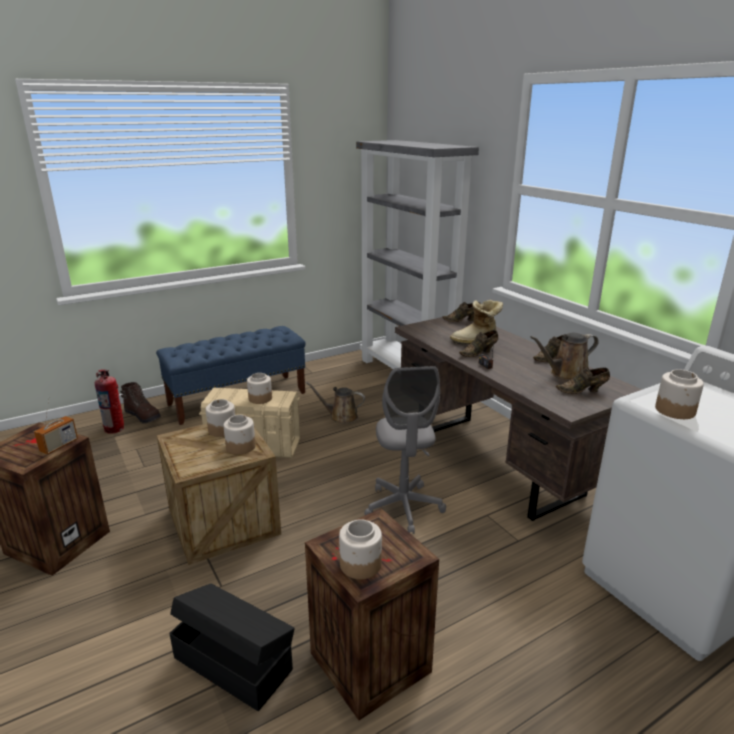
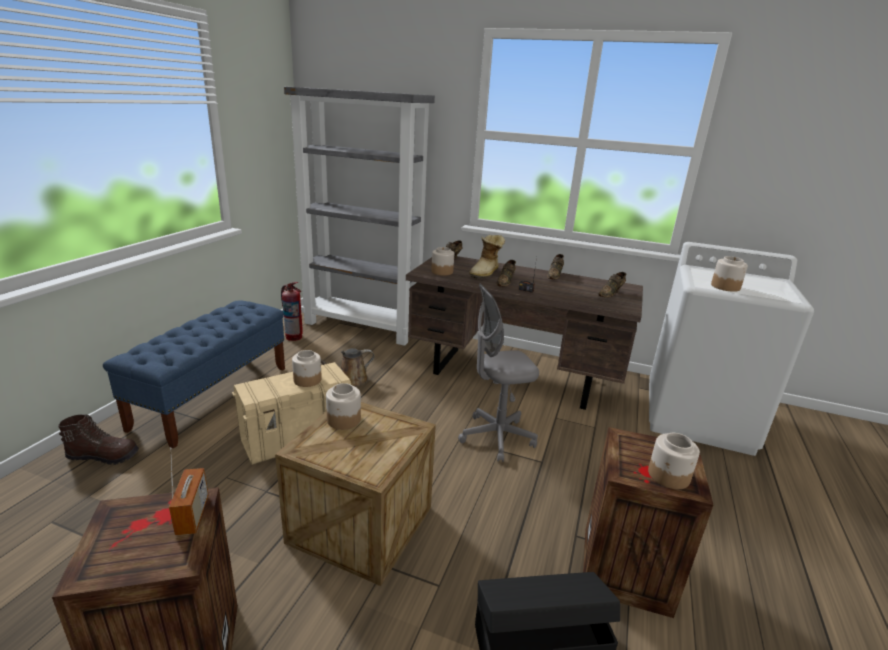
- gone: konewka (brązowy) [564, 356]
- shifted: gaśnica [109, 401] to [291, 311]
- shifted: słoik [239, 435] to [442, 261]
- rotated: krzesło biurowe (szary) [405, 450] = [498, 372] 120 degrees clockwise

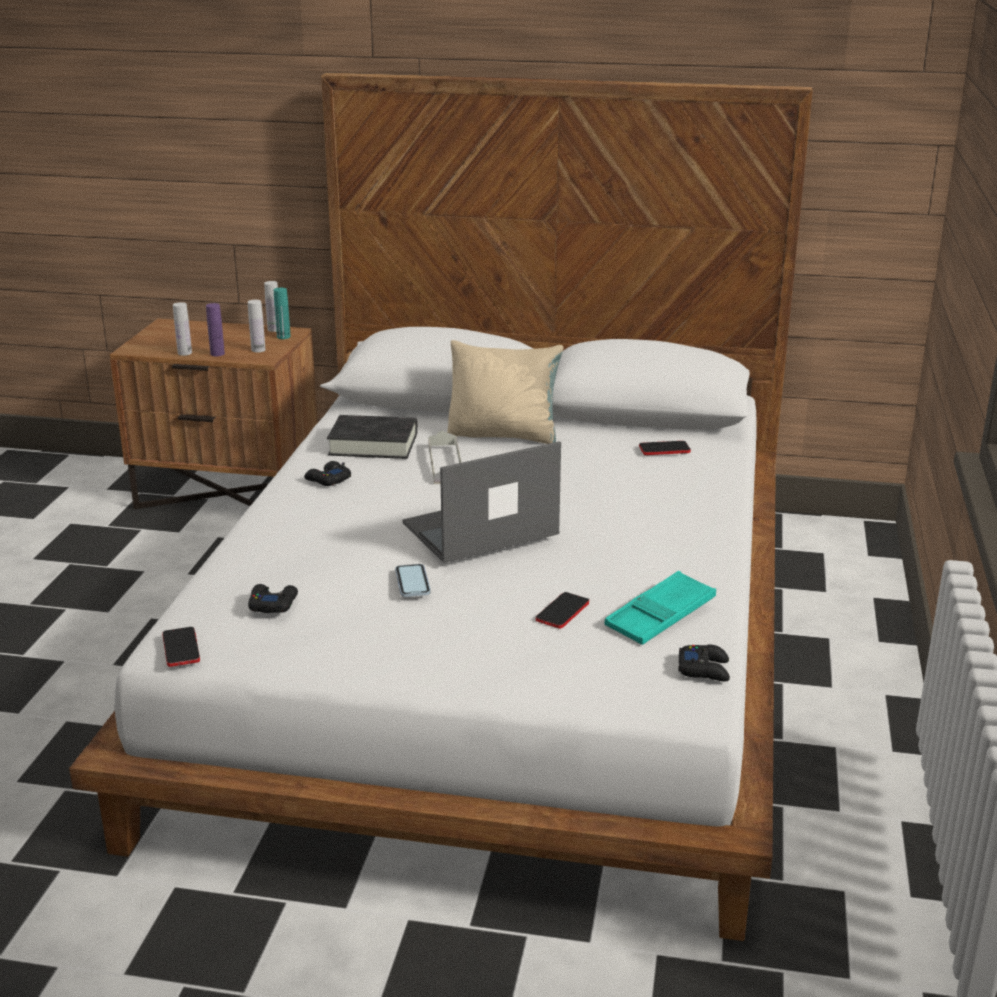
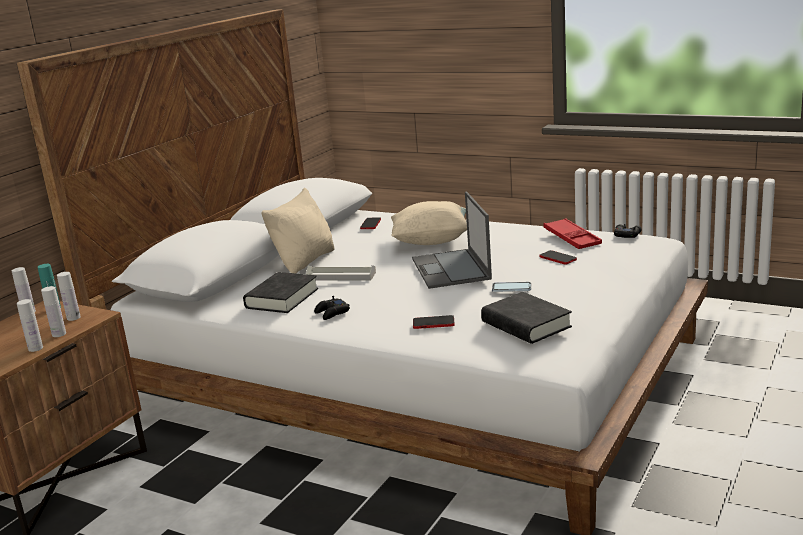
- new: poduszka (beżowy) [429, 223]
- shifted: telefon [181, 647] to [434, 322]
- swapped: pad do gier (czarny) [273, 598] to książka (czarny) [526, 318]
- repainted: butelka (fioletowy) [215, 329] to butelka (biały) [53, 311]
- repainted: taca (turkusowy) [660, 608] to taca (czerwony) [572, 233]

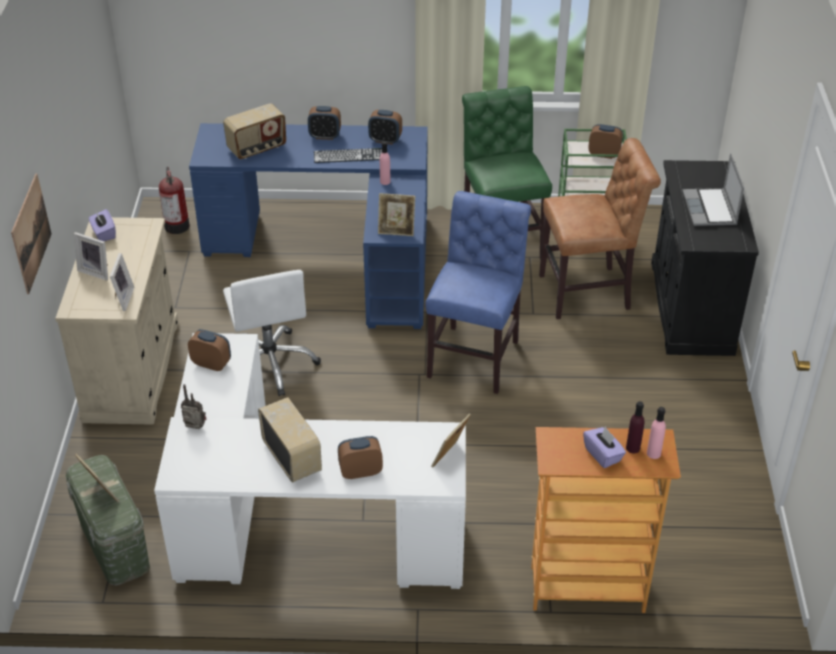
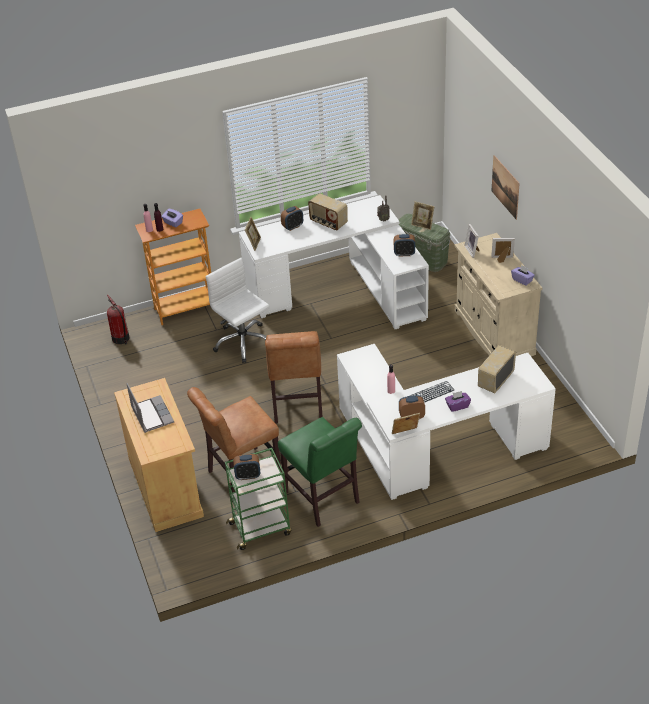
- shifted: gaśnica [174, 200] to [118, 320]
- shifted: krzesło biurowe (biały) [272, 333] to [238, 310]
- shifted: ramka na zdjęcie [396, 214] to [406, 423]
- swapped: budzik [324, 123] to pudełko chusteczek (fioletowy) [458, 401]
- repainted: biurko (niebieski) [308, 226] to biurko (biały) [446, 422]
- repainted: krzesło (niebieski) [478, 292] to krzesło (brązowy) [294, 377]
- repainted: szafka (czarny) [705, 258] to szafka (beżowy) [159, 455]

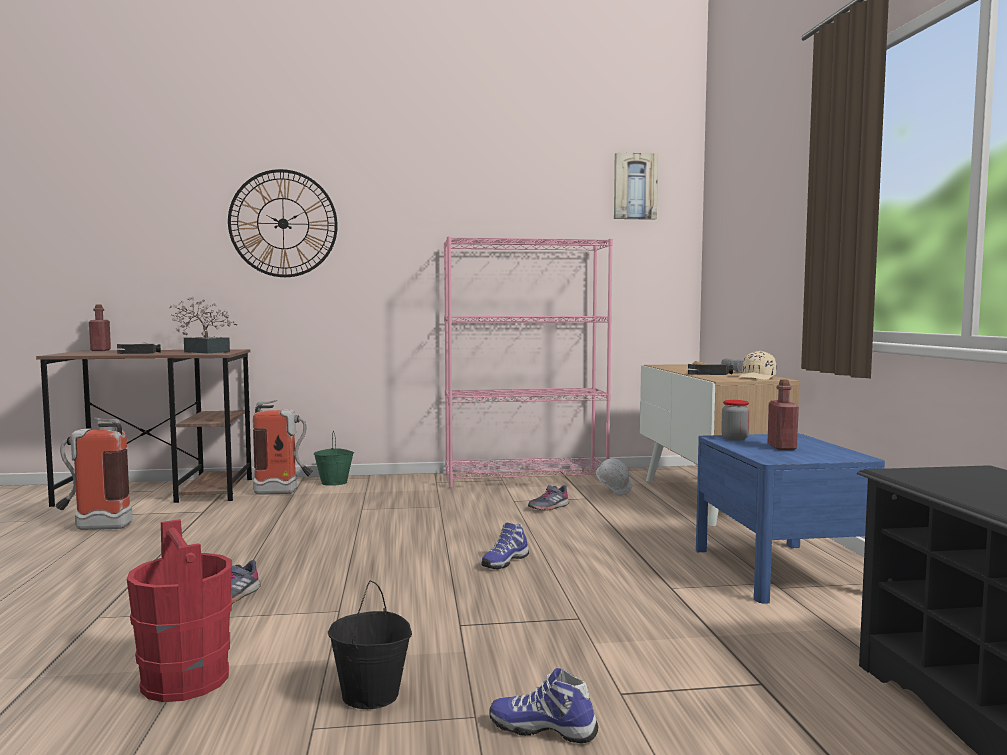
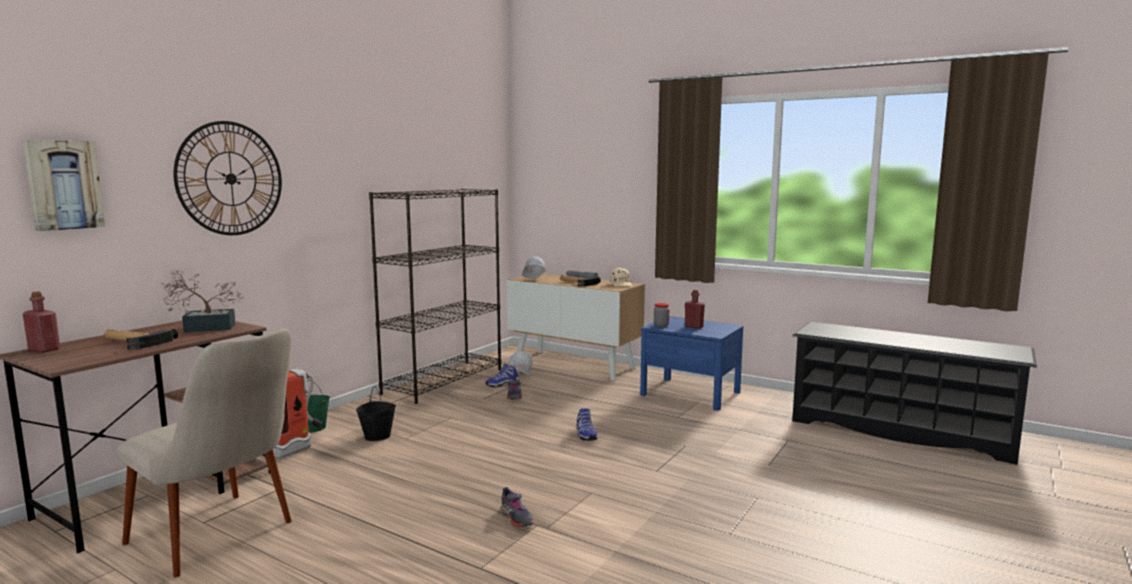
- gone: wiadro (czerwony) [179, 610]
- new: kask (biały) [534, 268]
- shifted: wiadro (czarny) [370, 644] to [376, 413]
- shifted: but [543, 705] to [502, 375]
- shifted: obraz [636, 186] to [64, 185]
- swapped: gaśnica [94, 473] to krzesło (beżowy) [203, 453]
- repainted: regał (różowy) [528, 362] to regał (czarny) [435, 296]

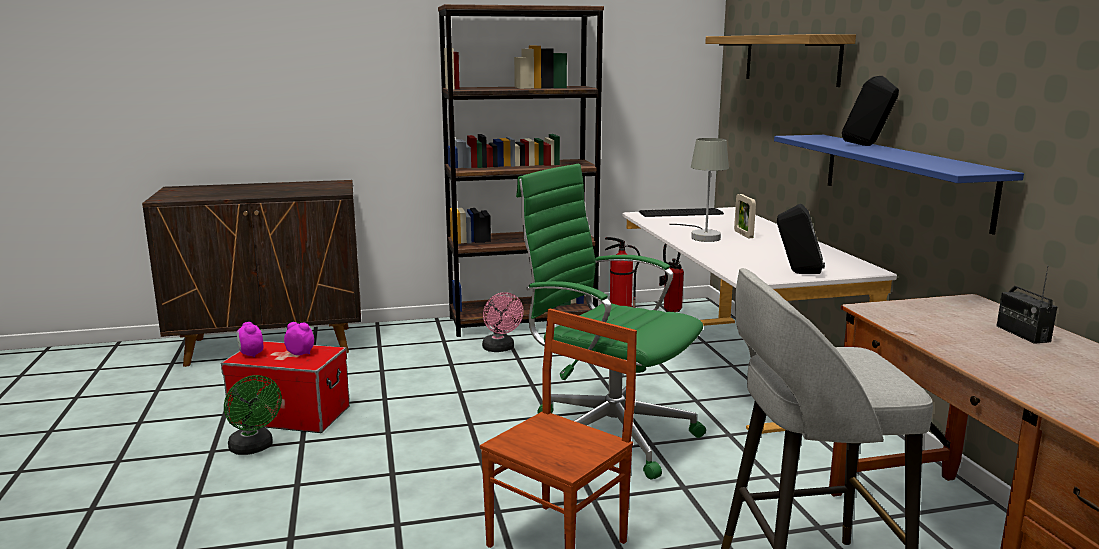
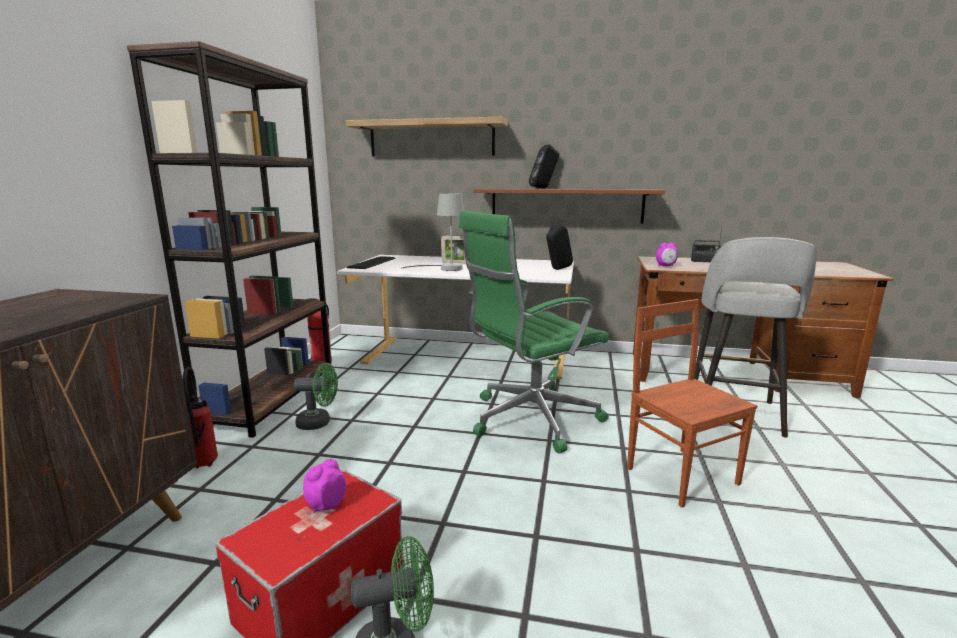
- shifted: budzik [250, 339] to [667, 254]
- shifted: gaśnica [671, 278] to [200, 417]
- repainted: wentylator (różowy) [503, 322] to wentylator (zielony) [316, 396]
- repainted: półka (niebieski) [899, 185] to półka (brązowy) [569, 206]

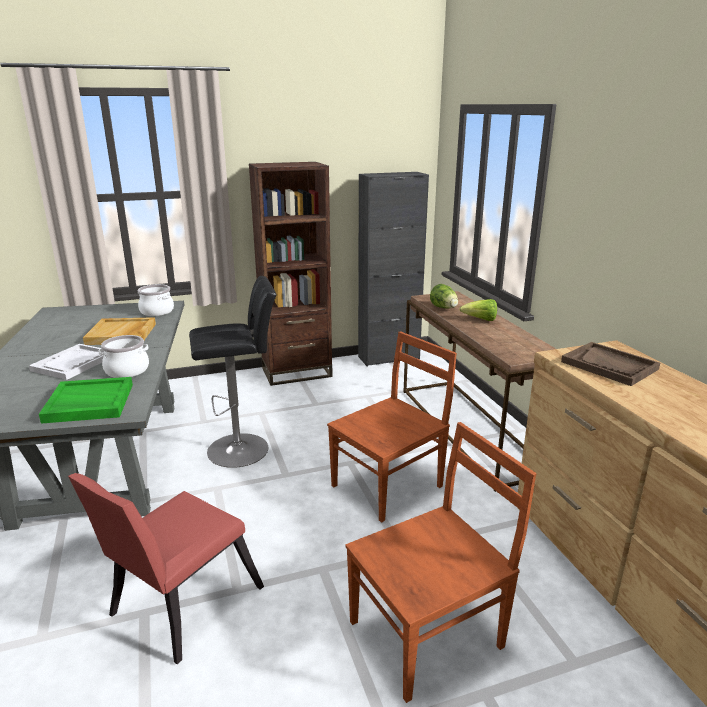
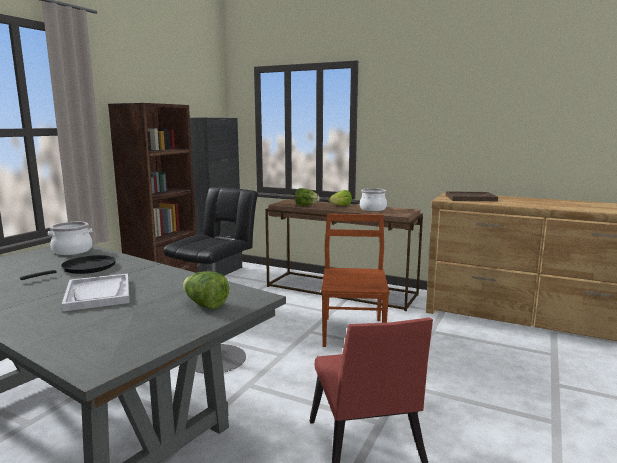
- gone: krzesło (brązowy) [440, 562]
- shifted: garnek [124, 356] to [373, 199]
- swapped: taca (zielony) [86, 400] to sałata [206, 290]
- swapped: taca (beżowy) [119, 331] to patelnia (czarny) [68, 267]

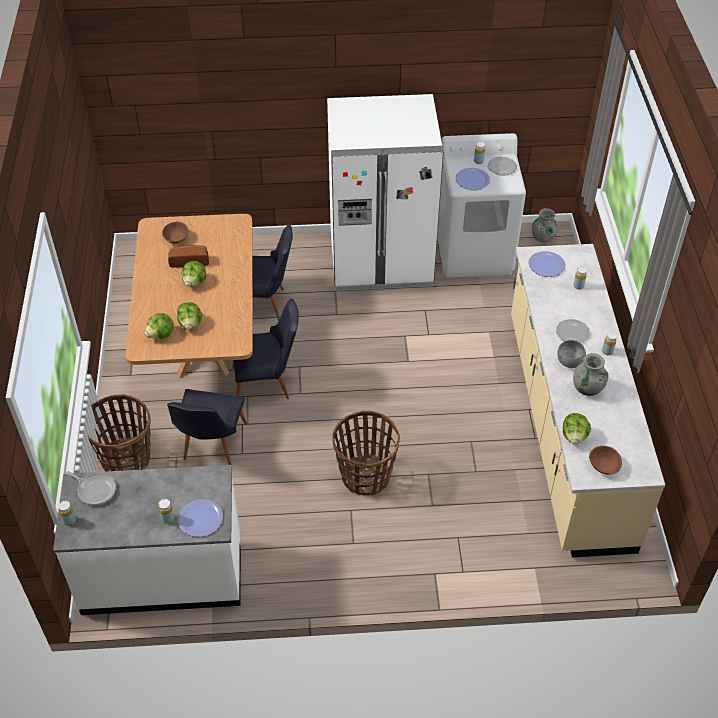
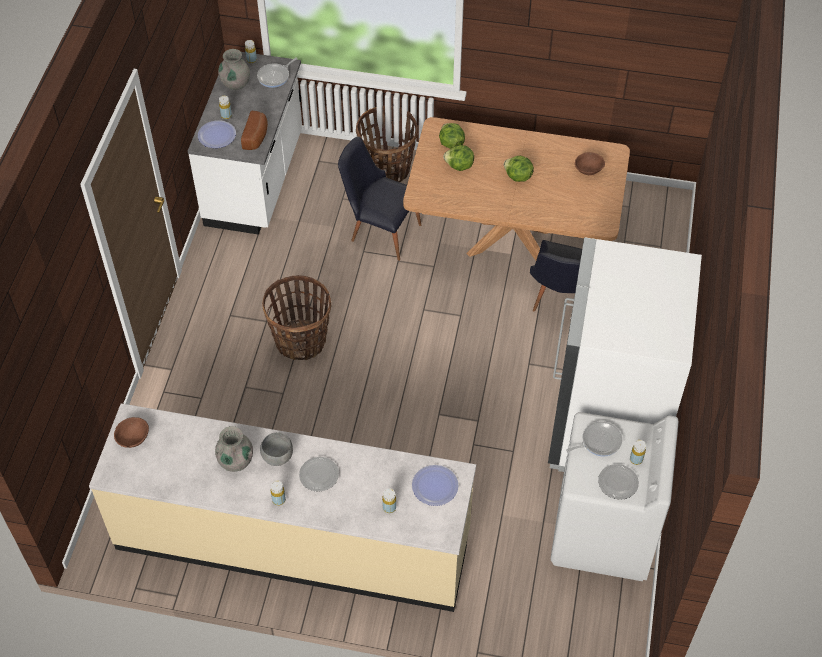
- gone: krzesło (czarny) [266, 349]
- gone: sałata [577, 429]
- shifted: chleb [188, 256] to [254, 130]
- shifted: wazon (szary) [545, 225] to [234, 69]
- swapped: talerz [473, 179] to patelnia [594, 439]

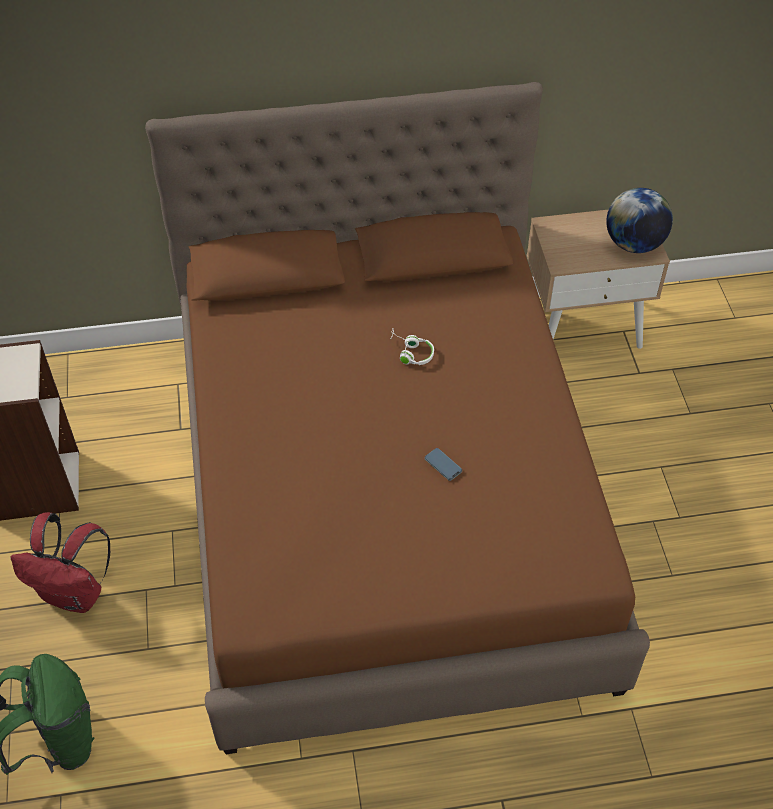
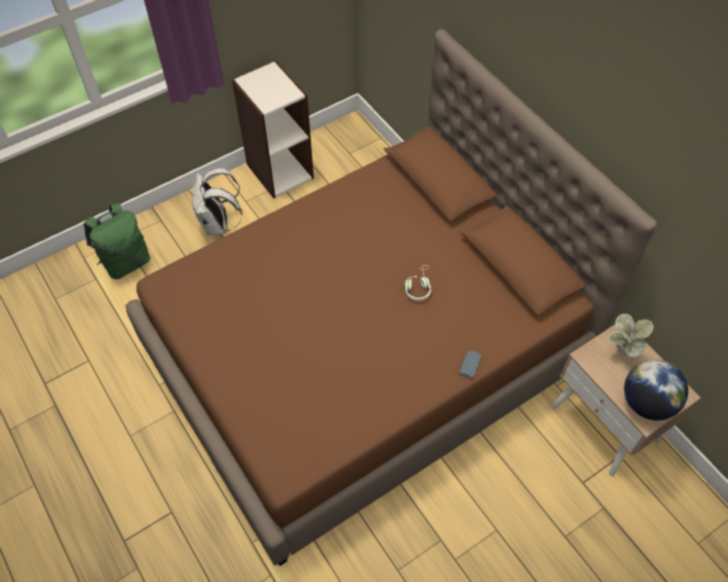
- new: roślina doniczkowa [631, 335]
- shifted: telefon [443, 464] to [470, 364]
- repainted: plecak (czerwony) [60, 562] to plecak (biały) [217, 201]

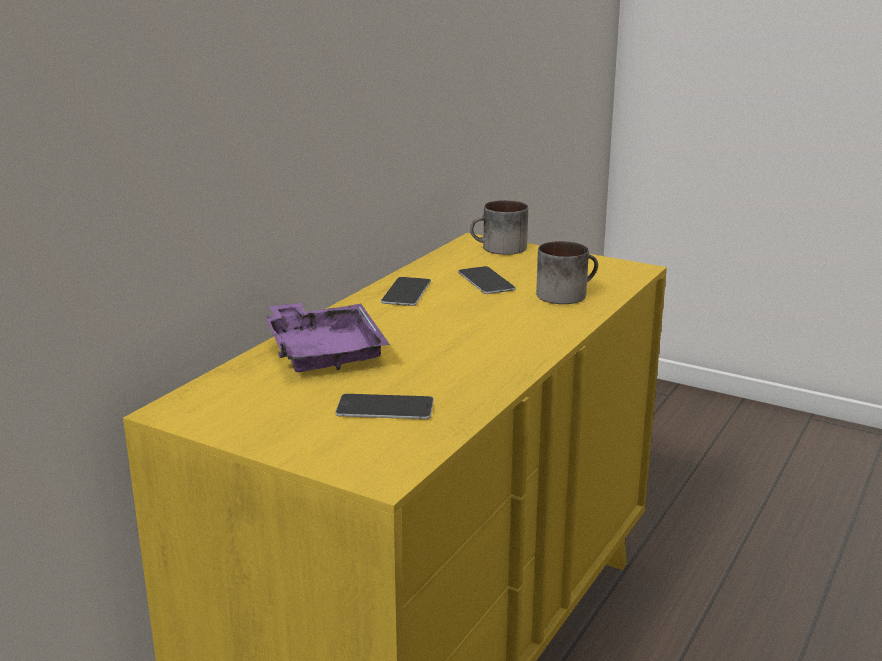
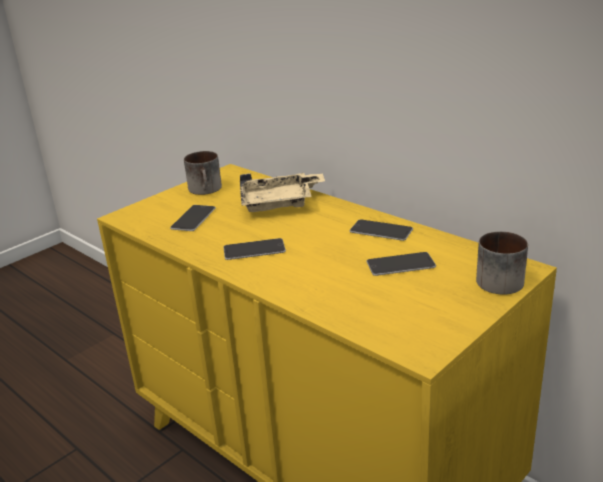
- new: telefon [255, 249]
- shifted: kubek [567, 272] to [203, 173]
- repainted: taca (fioletowy) [328, 337] to taca (beżowy) [282, 192]

